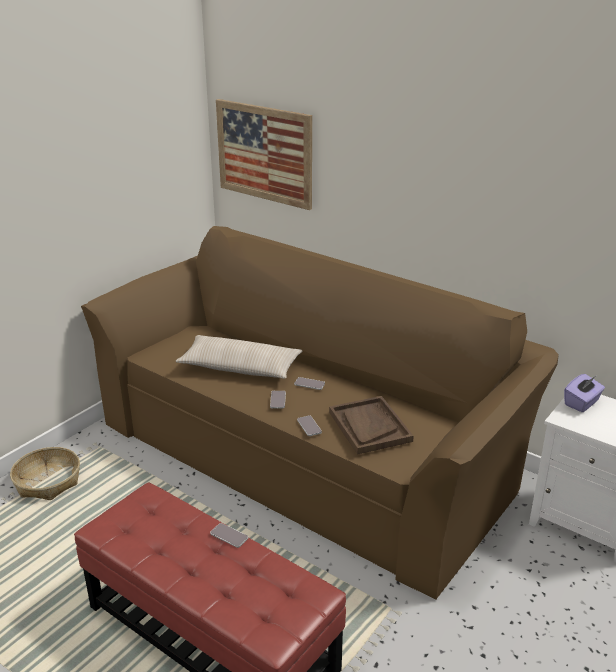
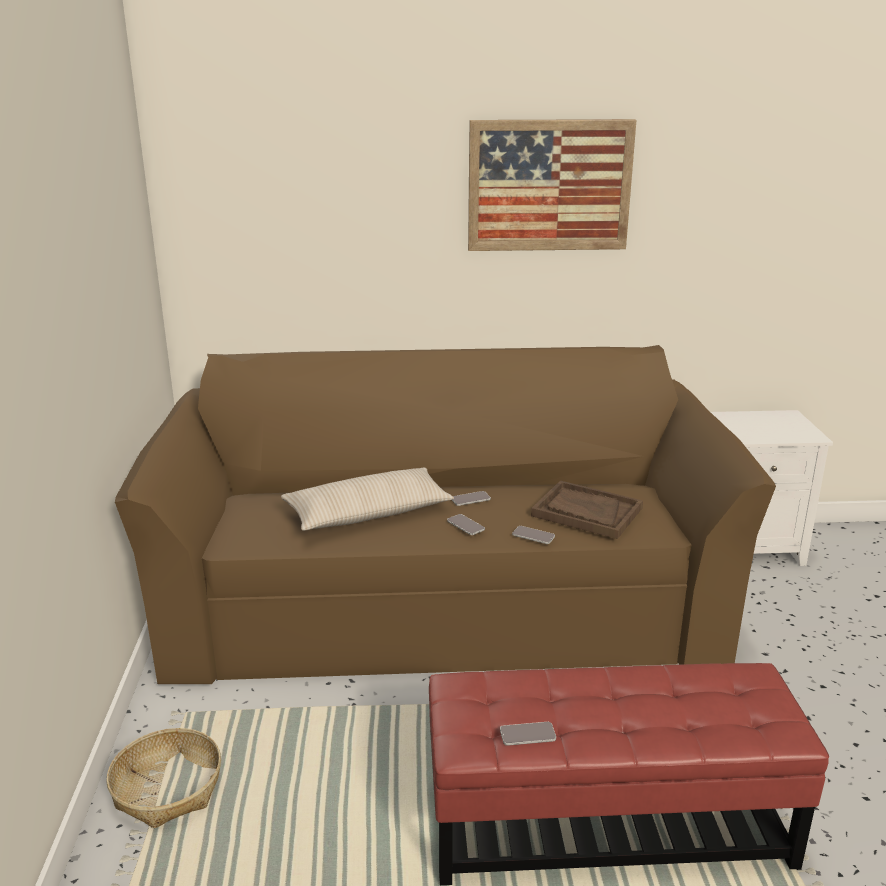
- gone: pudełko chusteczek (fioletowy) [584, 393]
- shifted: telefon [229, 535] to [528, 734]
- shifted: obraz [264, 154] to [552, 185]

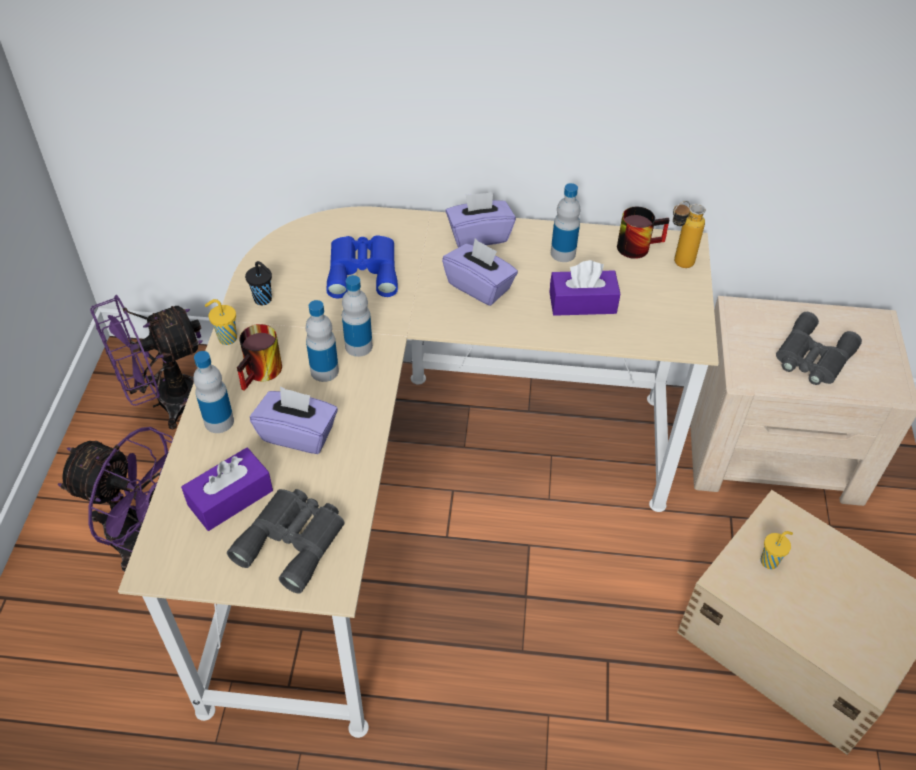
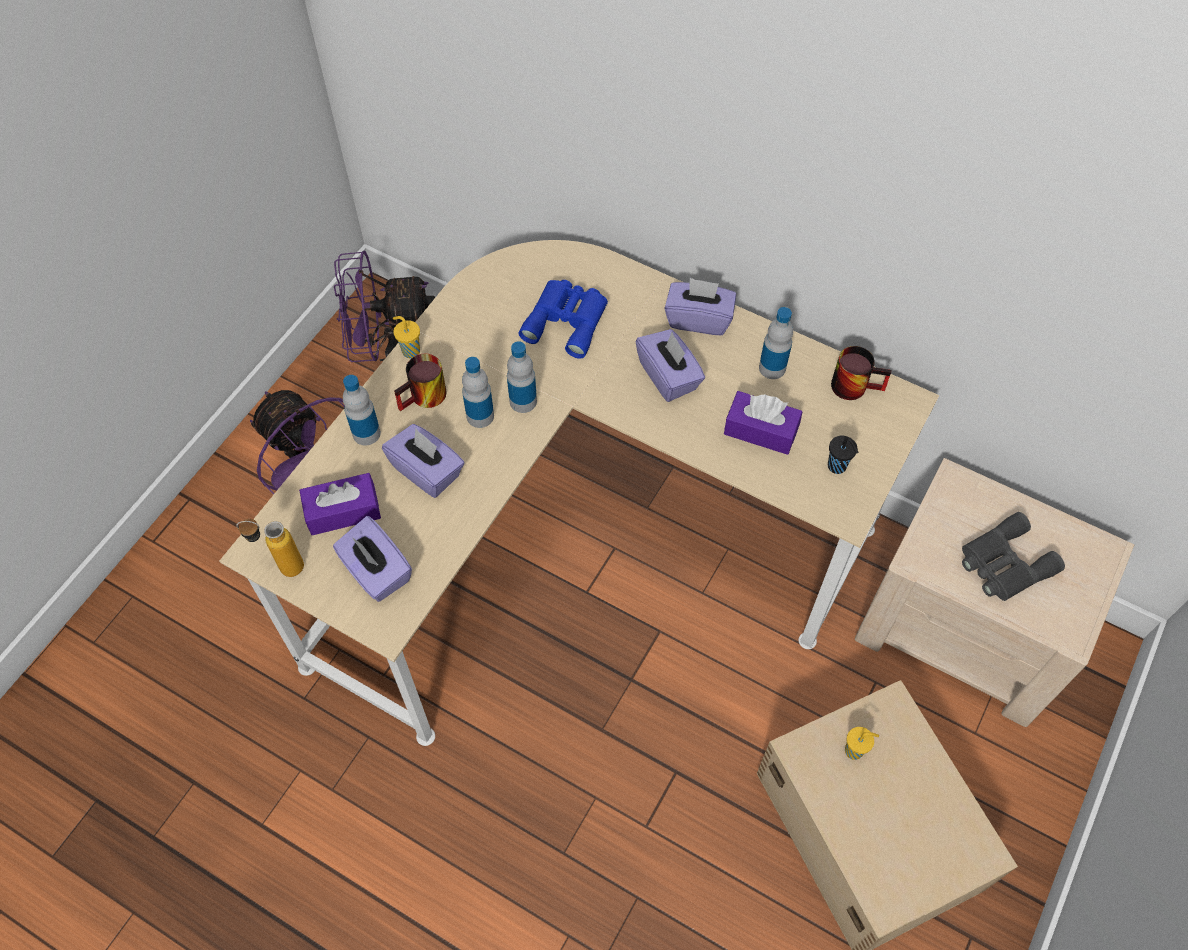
- shifted: filiżanka (czarny) [258, 283] to [843, 455]
- shifted: butelka [689, 234] to [270, 548]
- swapped: lornetka (szary) [286, 541] to pudełko chusteczek (fioletowy) [372, 559]

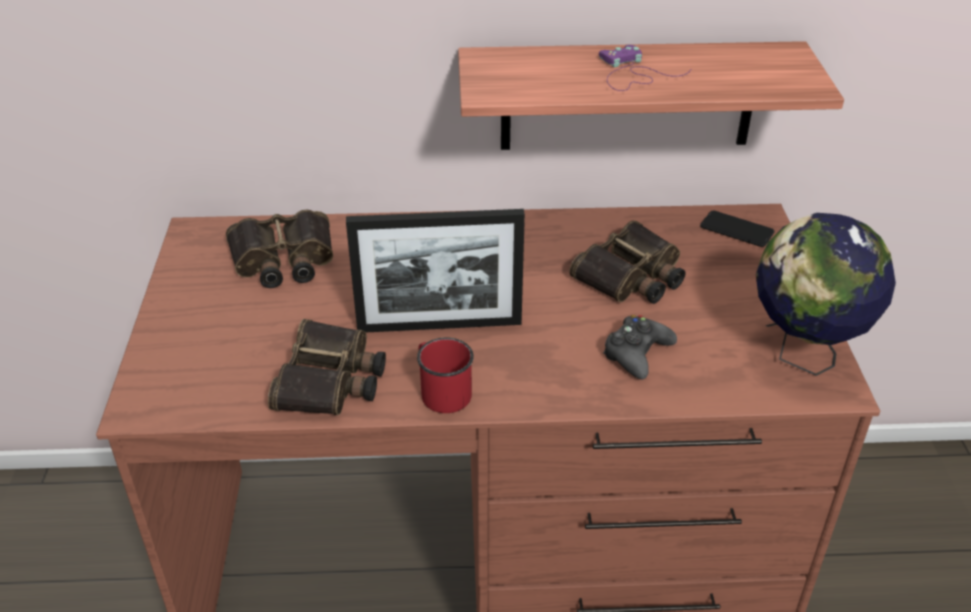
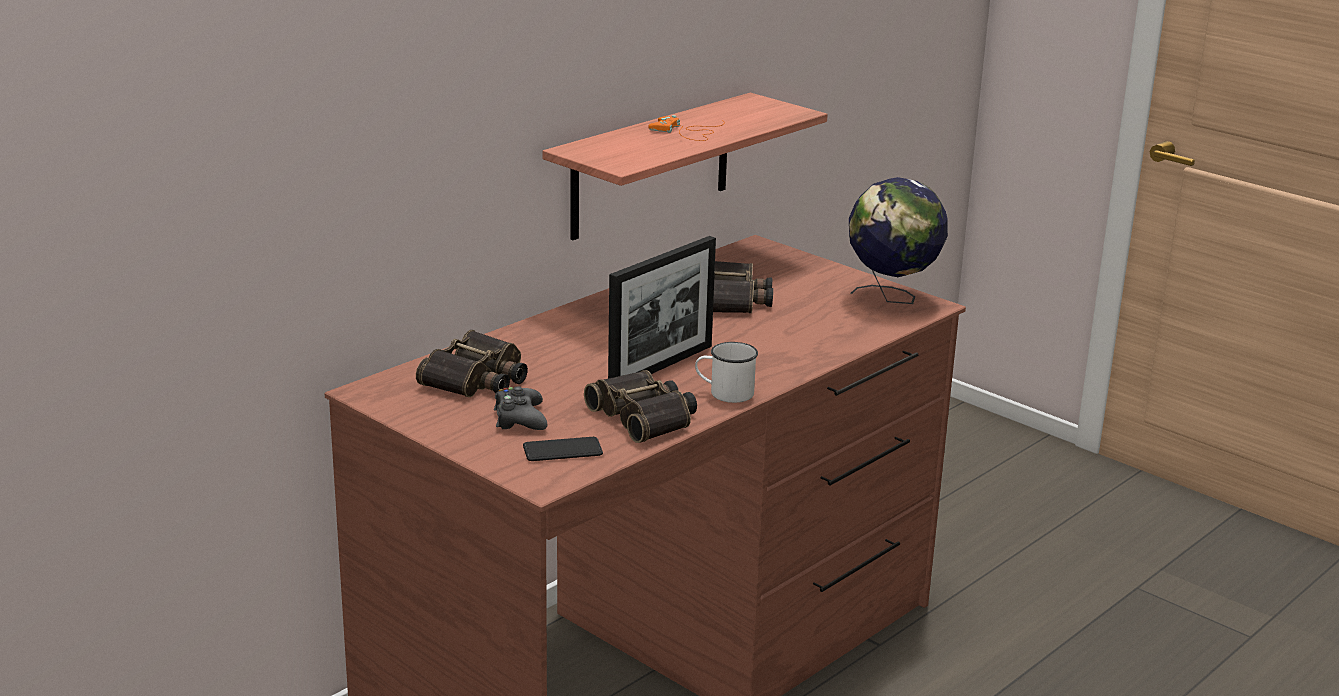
- shifted: pad do gier (czarny) [640, 347] to [520, 408]
- shifted: telefon [737, 229] to [563, 449]
- repainted: kubek (czerwony) [445, 375] to kubek (biały) [726, 372]
- repainted: pad do gier (fioletowy) [645, 68] to pad do gier (pomarańczowy) [686, 128]

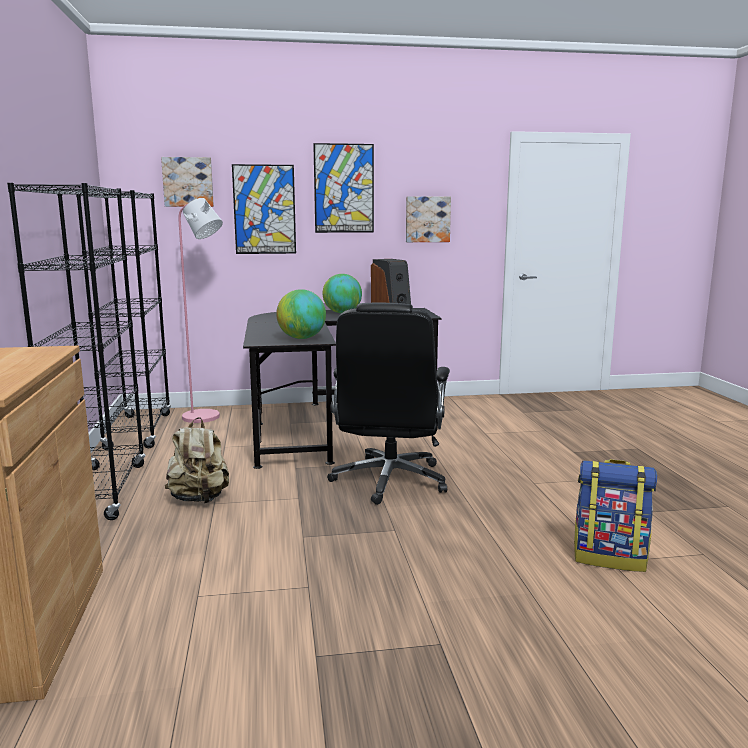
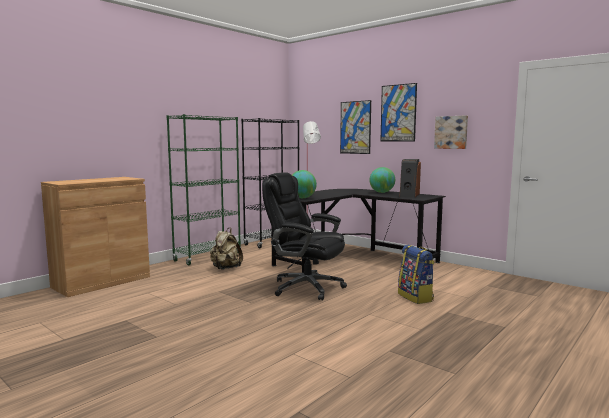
- gone: obraz [187, 182]
- shifted: plecak [615, 515] to [416, 274]
- repainted: regał (czarny) [76, 351] to regał (zielony) [203, 190]
- rotated: krzesło biurowe (czarny) [388, 404] = [304, 236] 60 degrees clockwise

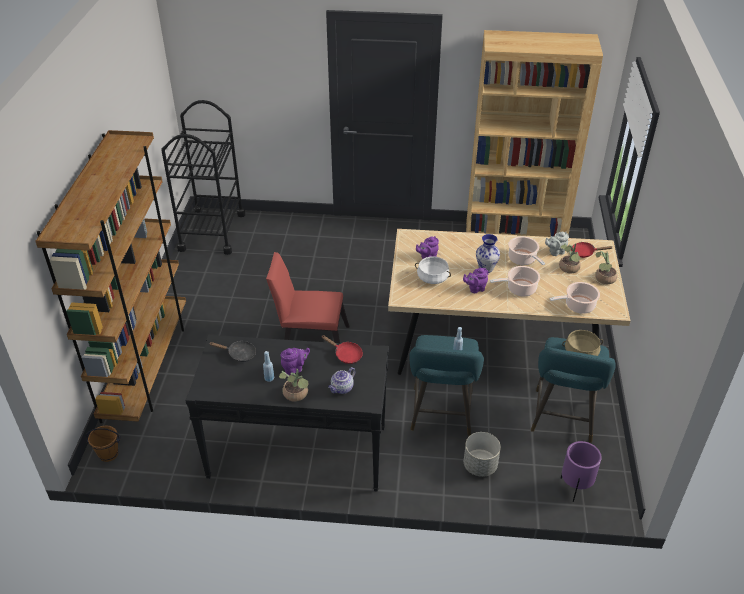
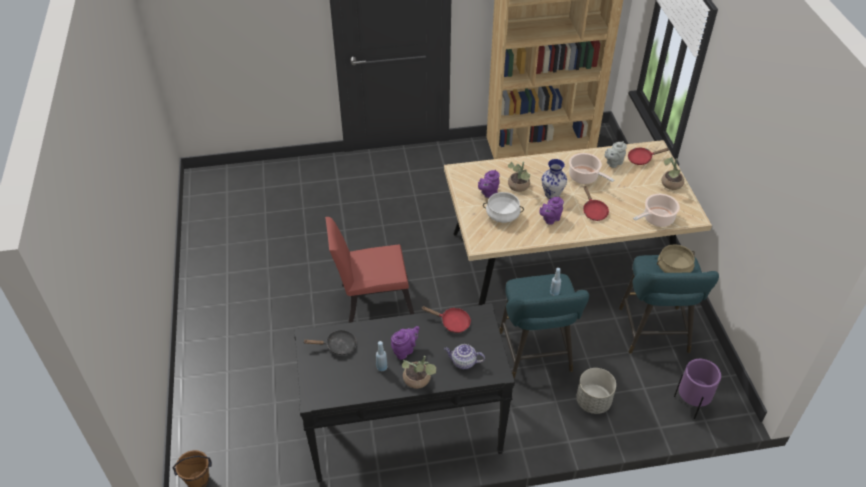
- gone: regał (brązowy) [110, 276]
- gone: wózek (czarny) [203, 177]
- shifted: roślina doniczkowa [570, 258] to [519, 176]
- swapped: garnek [515, 281] to patelnia (czerwony) [596, 203]
- rotated: imbryk [341, 380] = [464, 356] 75 degrees clockwise

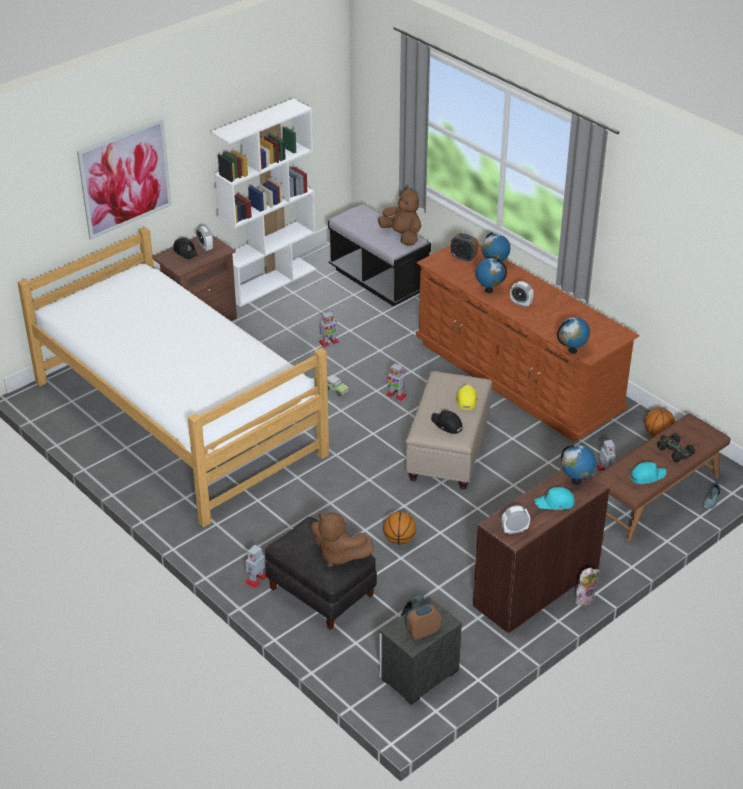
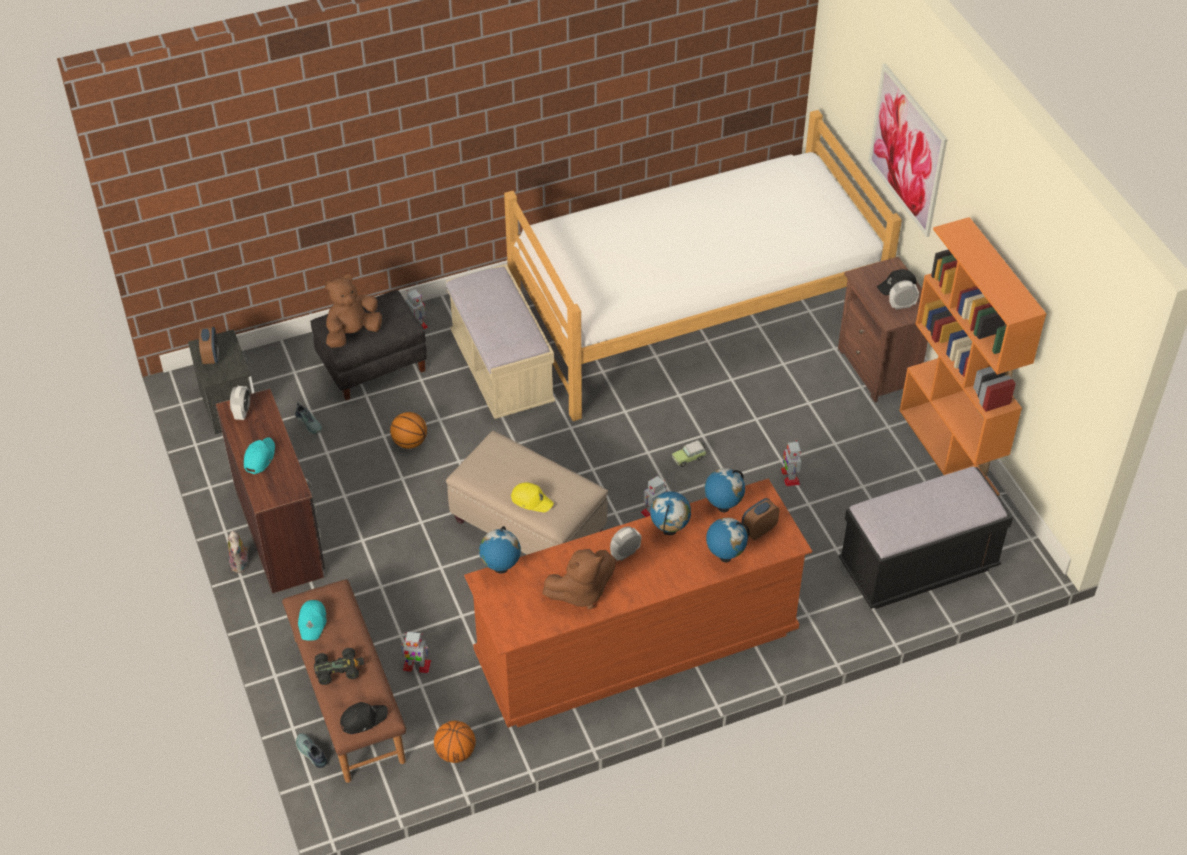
- new: ławka (beżowy) [500, 341]
- shifted: pluszak (brązowy) [399, 215] to [579, 579]
- shifted: czapka z daszkiem (czarny) [446, 422] to [364, 718]
- shifted: globus [578, 465] to [725, 490]
- repainted: regał (biały) [263, 203] to regał (pomarańczowy) [972, 356]

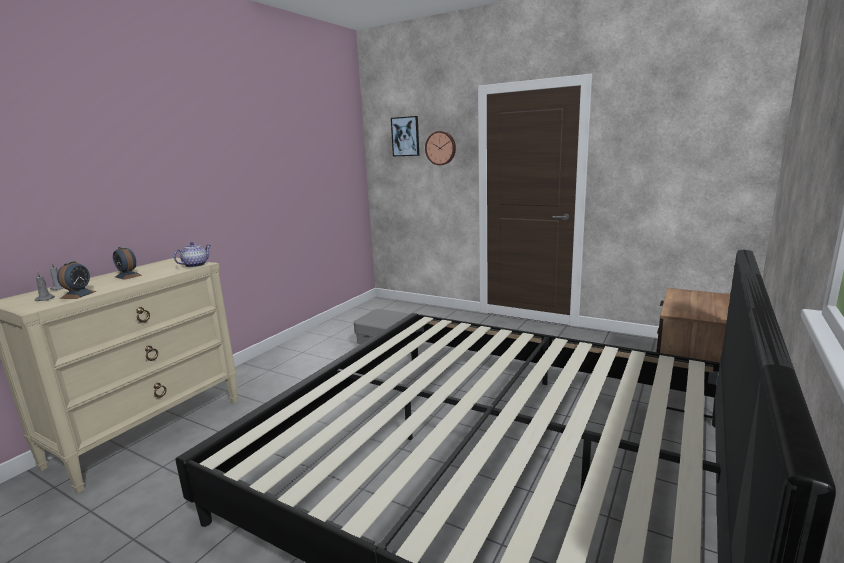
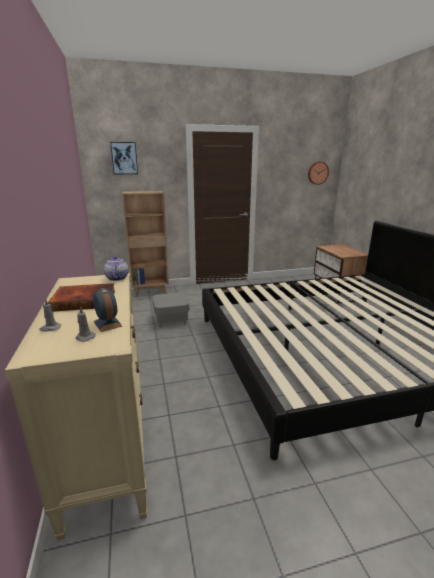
- new: regał (brązowy) [145, 244]
- shifted: zegar ścienny [440, 148] to [318, 173]
- swapped: budzik [127, 263] to książka [81, 297]

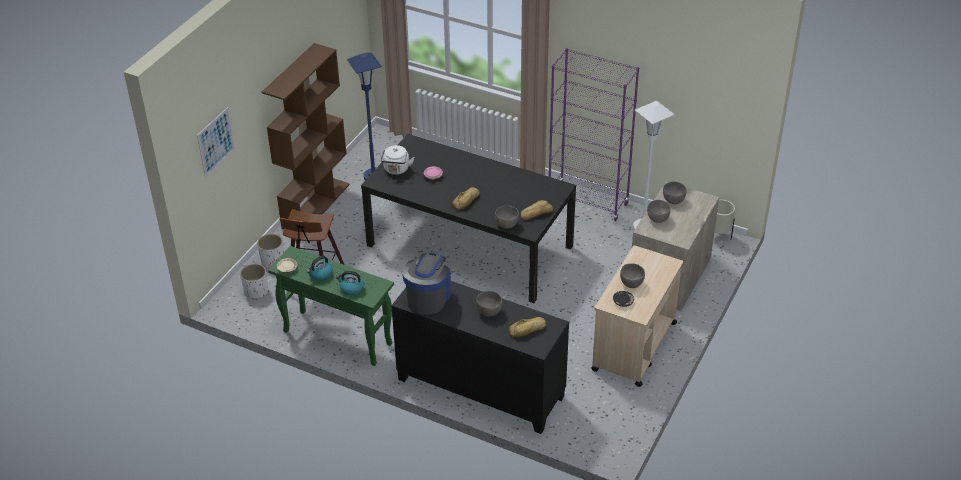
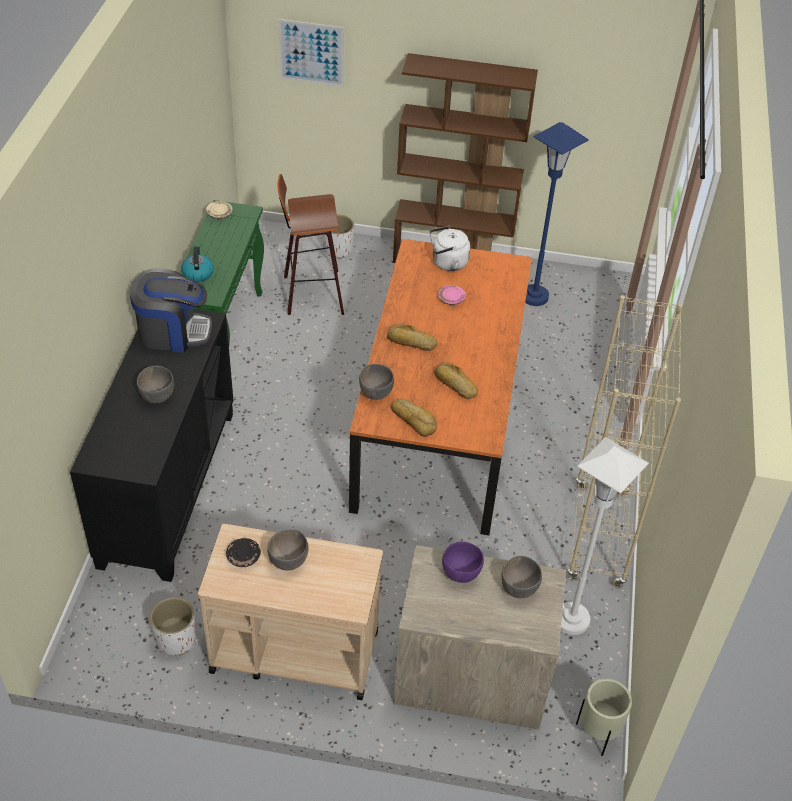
- gone: czajnik [320, 268]
- shifted: donica (biały) [254, 282] to [173, 626]
- shifted: chleb [527, 327] to [456, 380]
- repainted: stół jadalny (czarny) [468, 218] to stół jadalny (pomarańczowy) [440, 387]
- repainted: regał (fioletowy) [594, 134] to regał (beżowy) [624, 441]
- repainted: miska (szary) [659, 211] to miska (fioletowy) [463, 562]

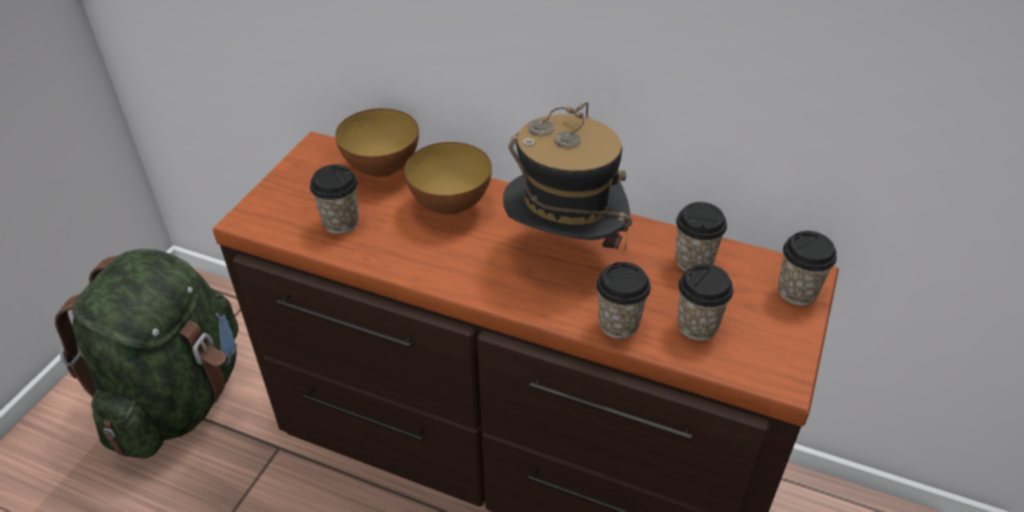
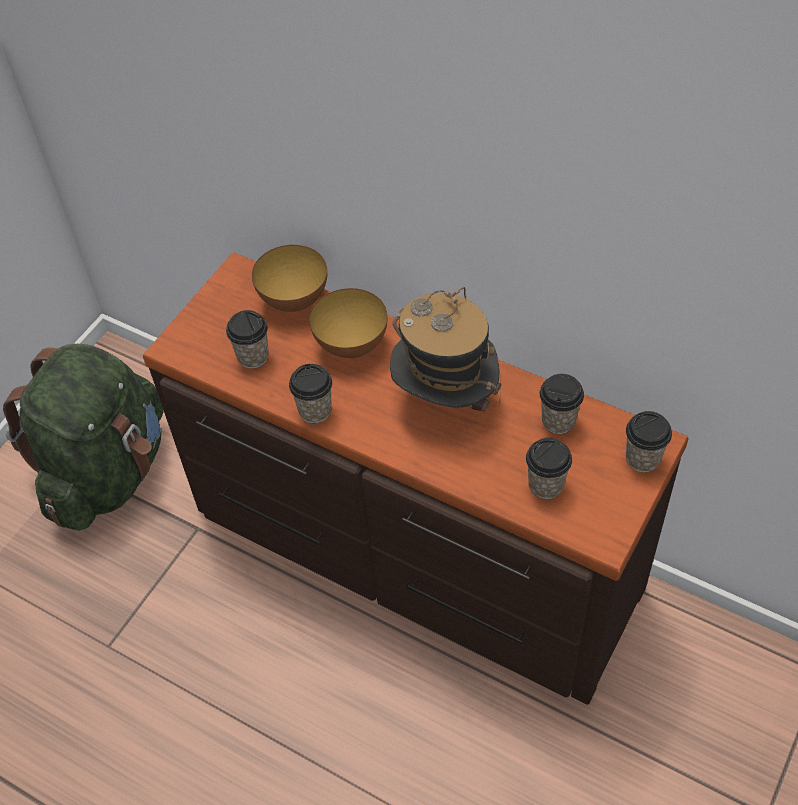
- shifted: filiżanka [623, 300] to [310, 393]

